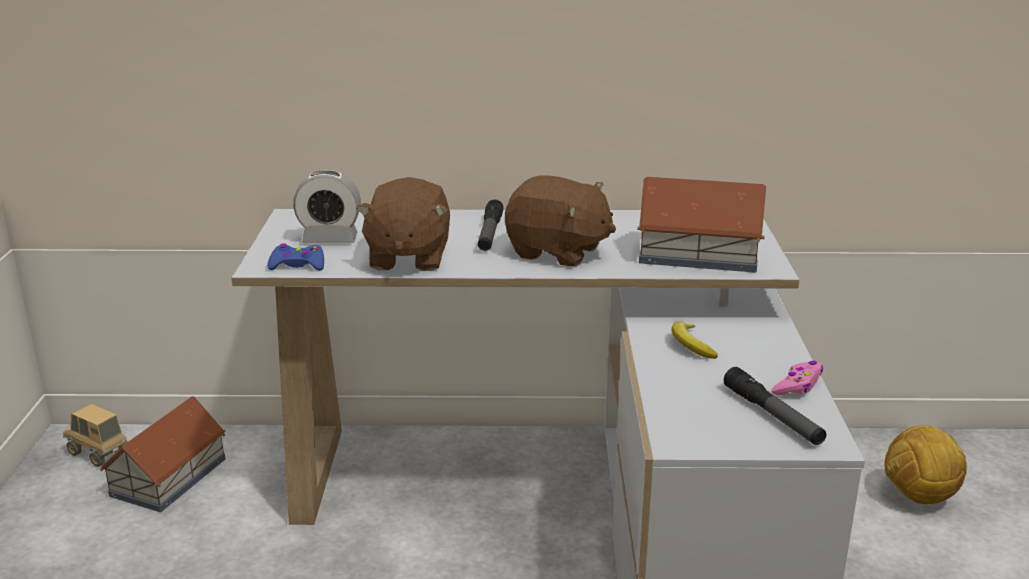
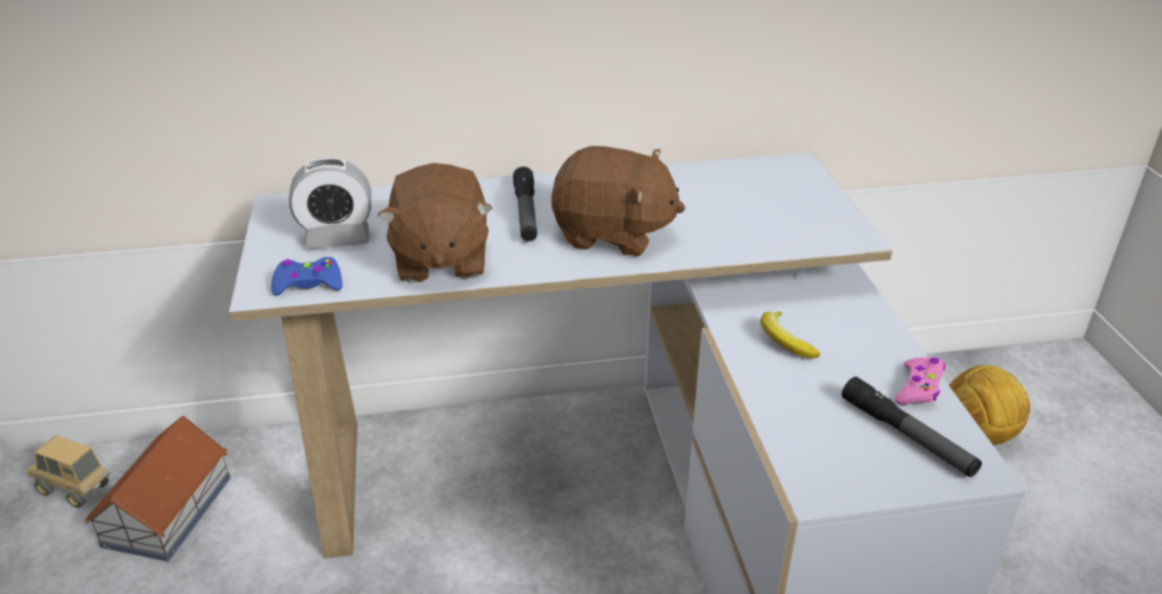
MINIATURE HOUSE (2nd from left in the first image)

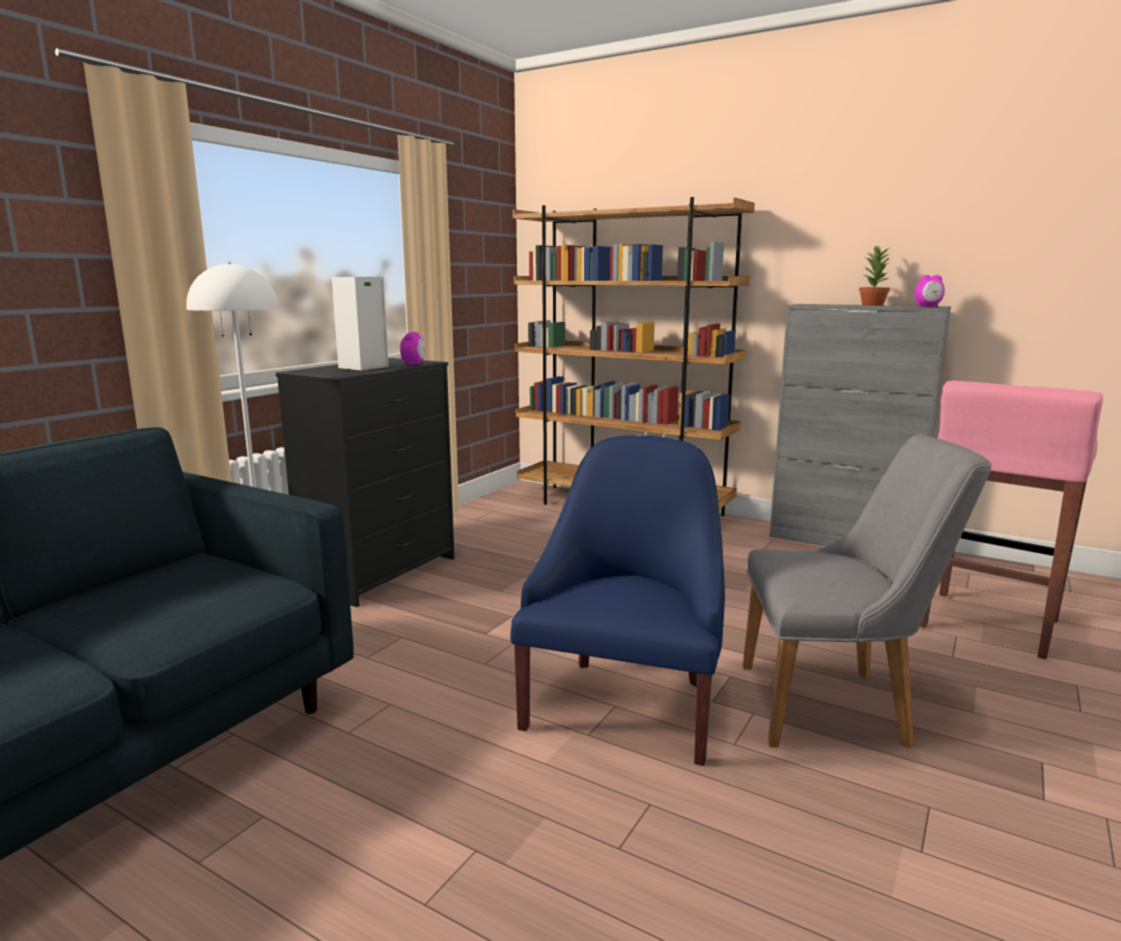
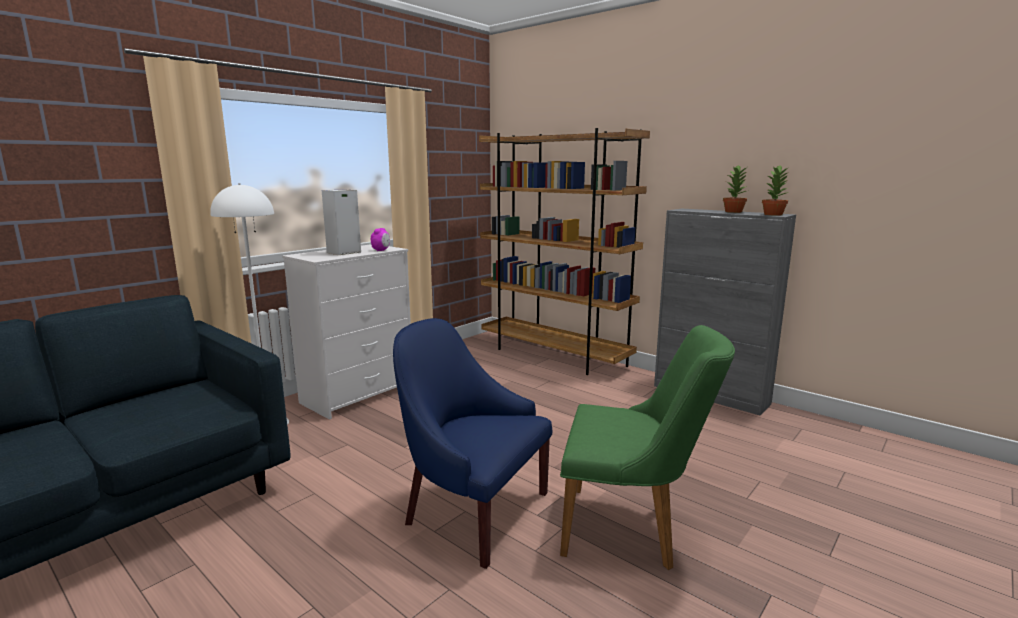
HOUSEPLANT (2nd from left); WHITE DRAWER CHEST; PINKISH STOOL SEAT; GREEN UPRIGHT CHAIR; BLUISH ARMCHAIR

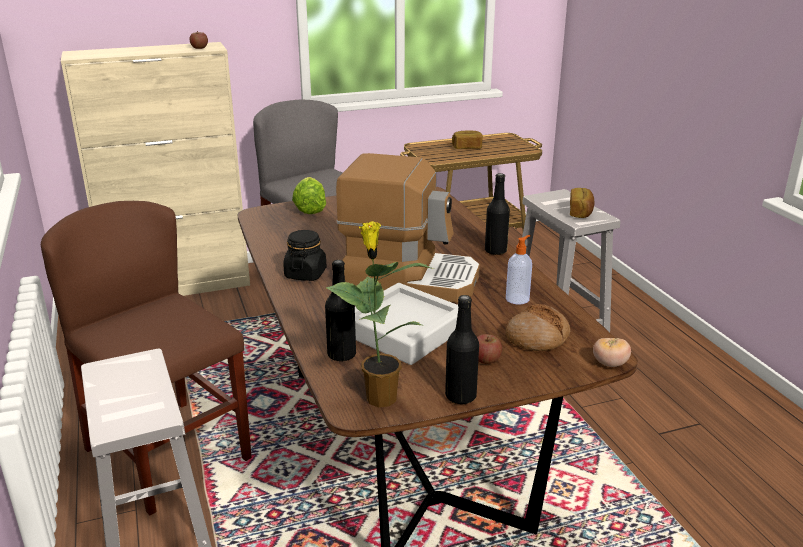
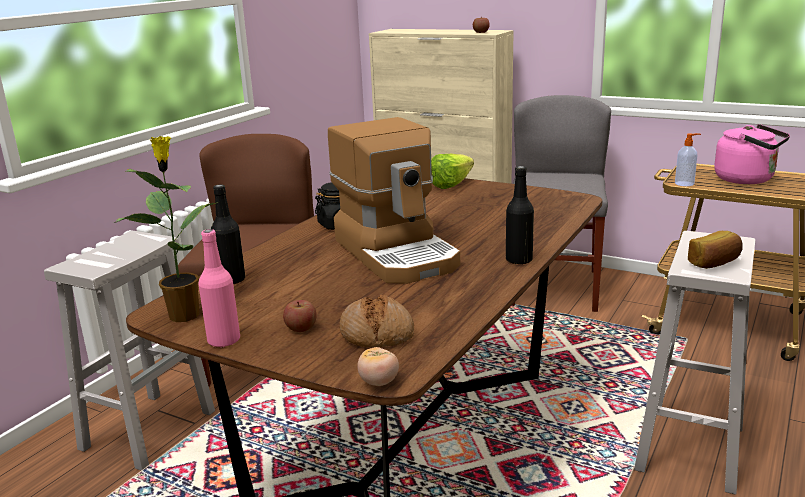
PINKISH TEA KETTLE; SOAP DISPENSER; GRAY SERVING TRAY; PINKISH DRINK BOTTLE

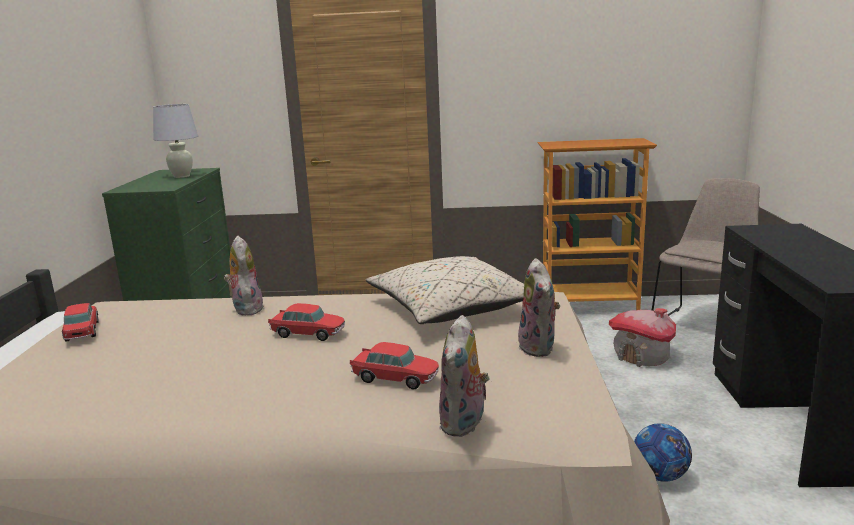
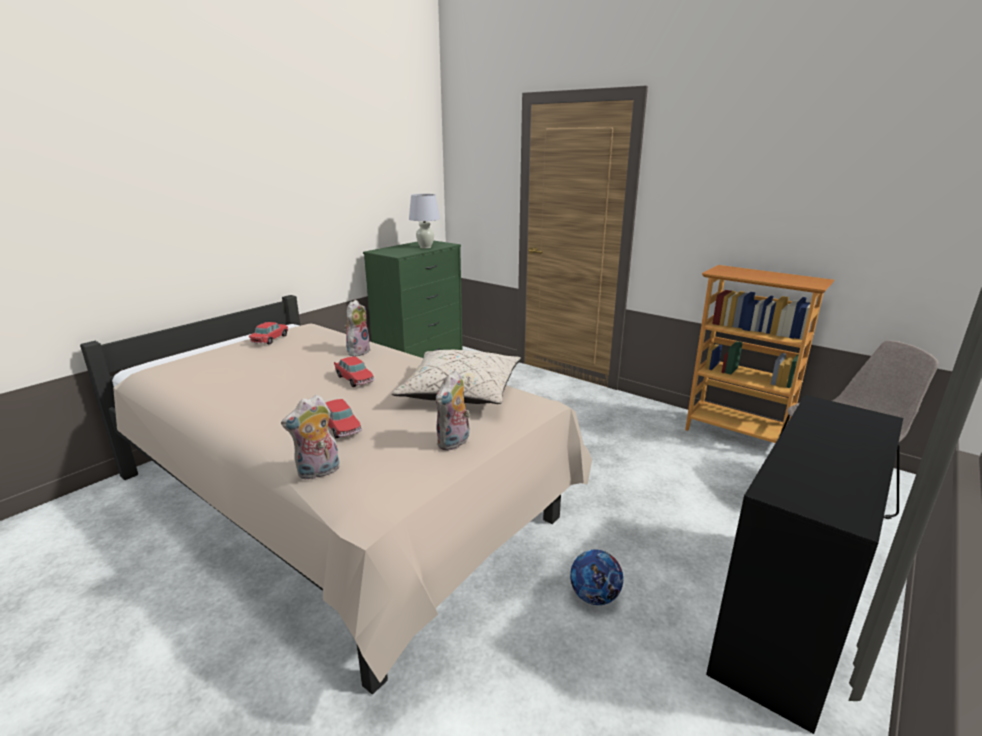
MINIATURE HOUSE

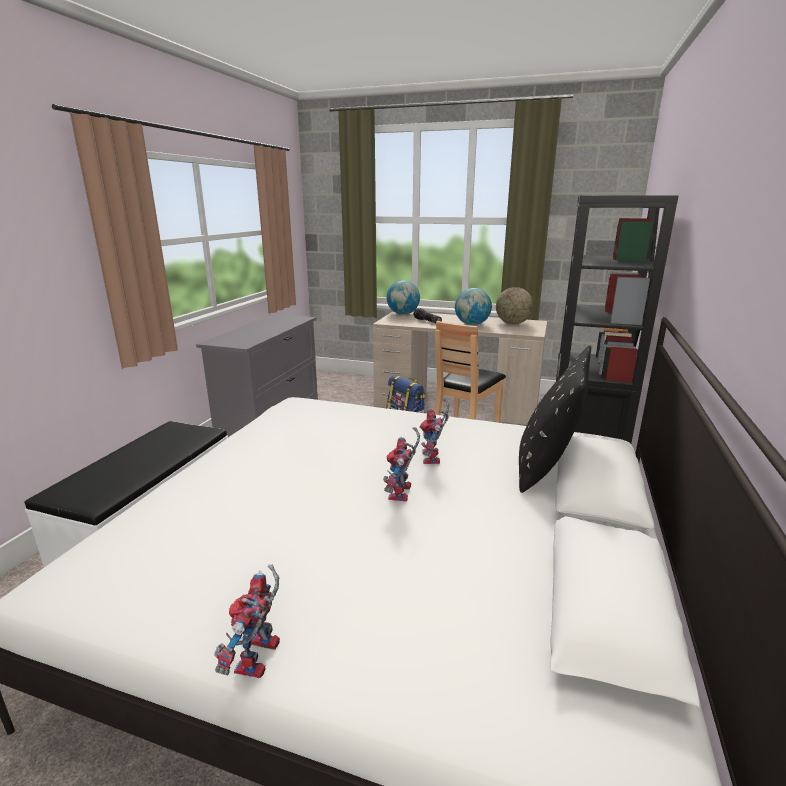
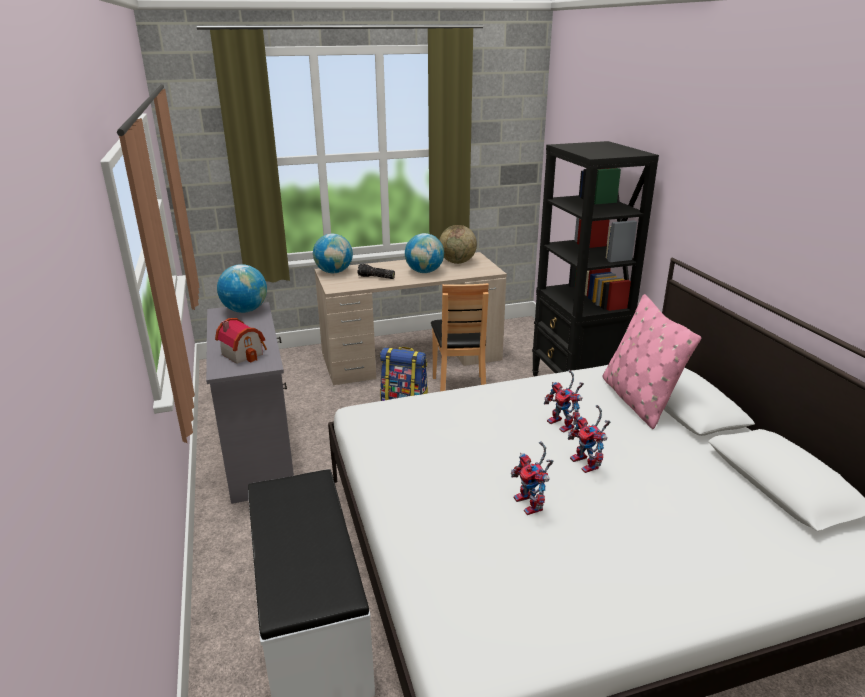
PINKISH CUSHION; TOY ROBOT (1st from left); DESK GLOBE (1st from left); MINIATURE HOUSE

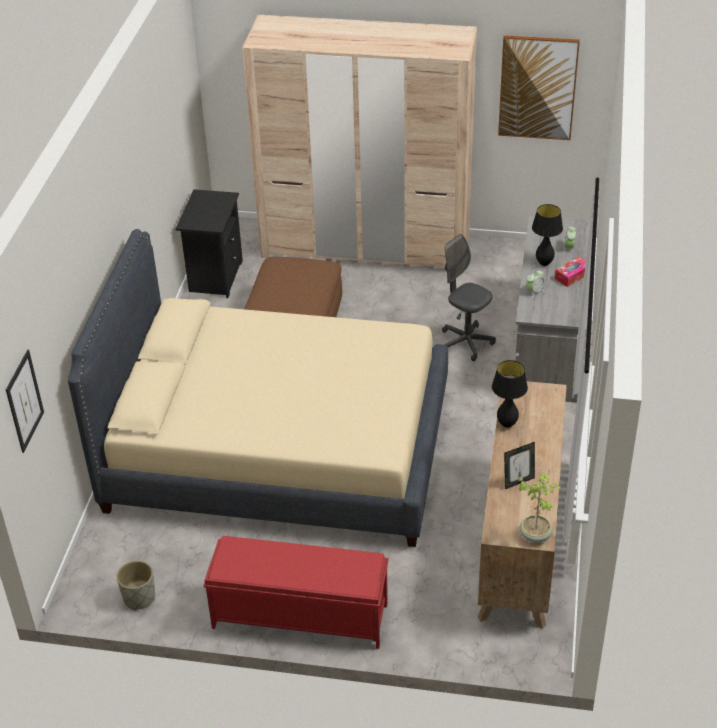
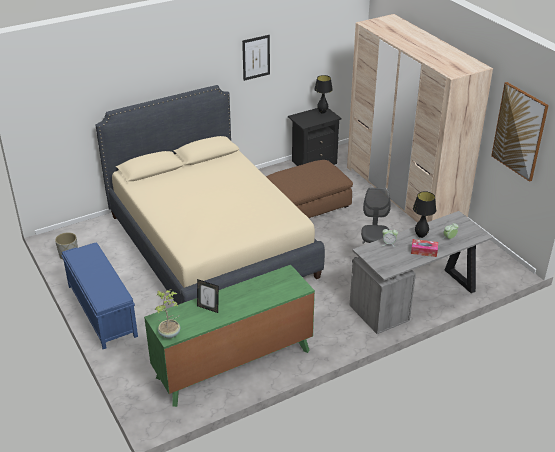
PICTURE (1st from left); BLACK TABLETOP LAMP (1st from left); GREEN DRAWER CHEST; BLUISH INDOOR BENCH

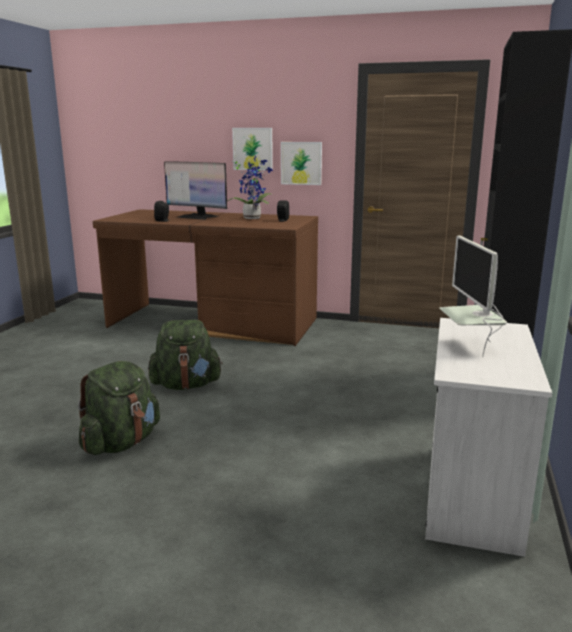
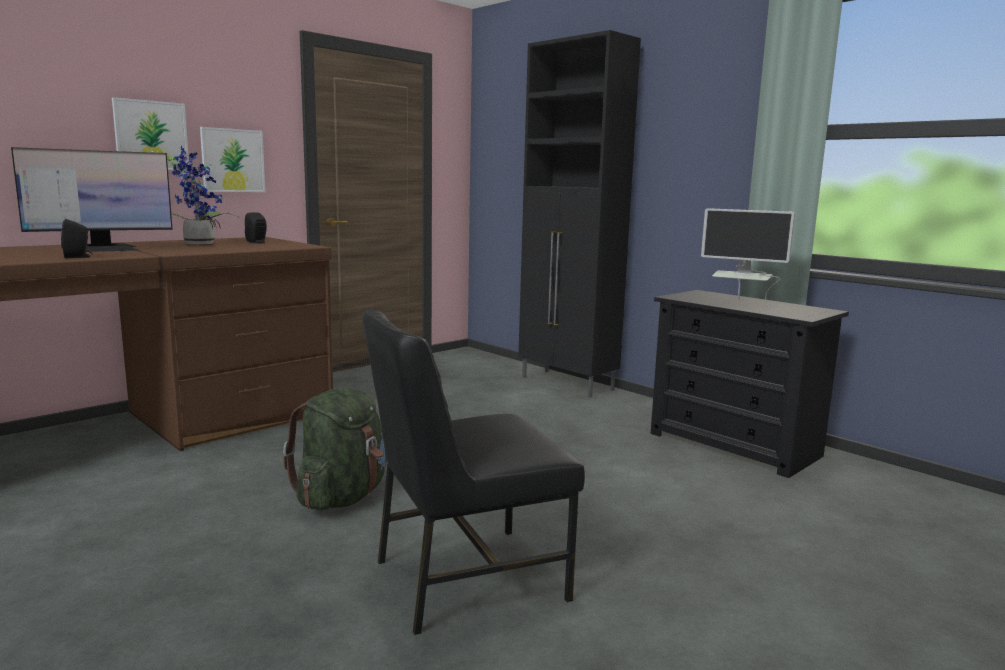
BLACK DRAWER CHEST; BLACK UPRIGHT CHAIR

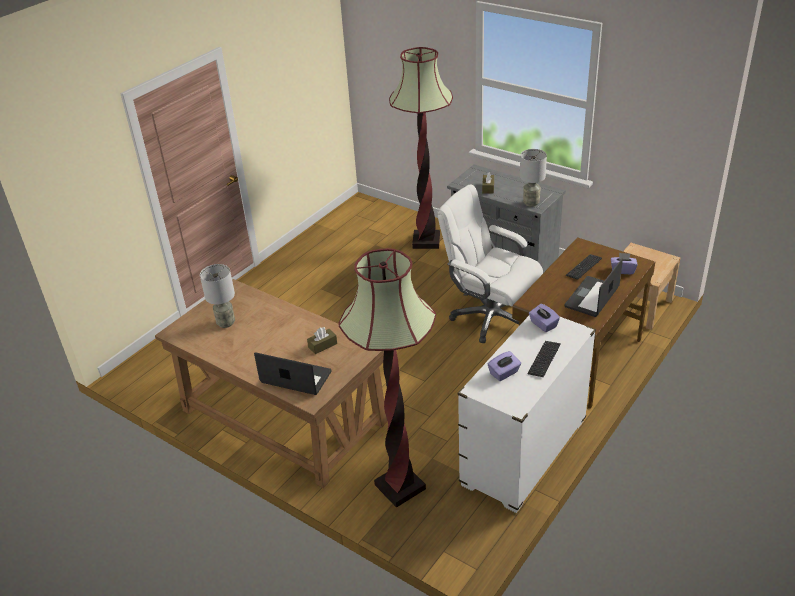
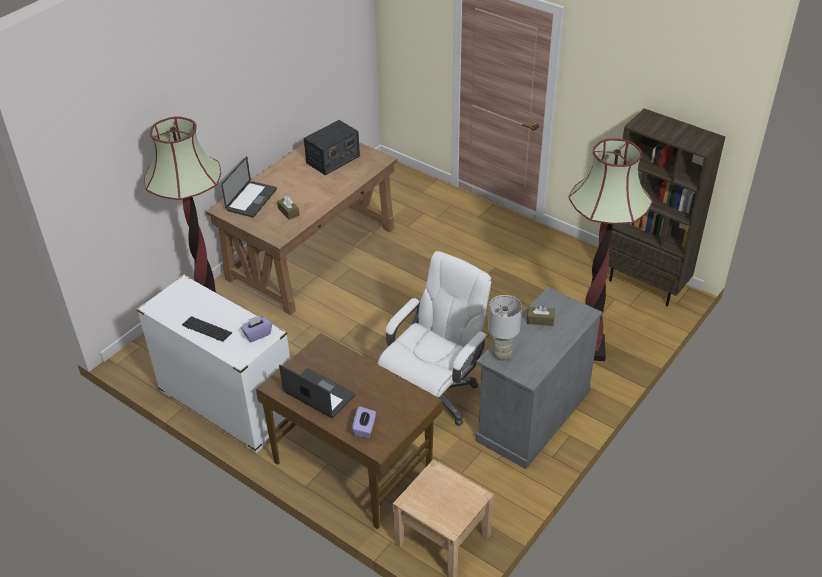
PC KEYBOARD (2nd from left in the first image); RADIO RECEIVER; PURPLE-COLOURED BOX OF TISSUES (1st from left in the first image); BROWNISH BOOKSHELF

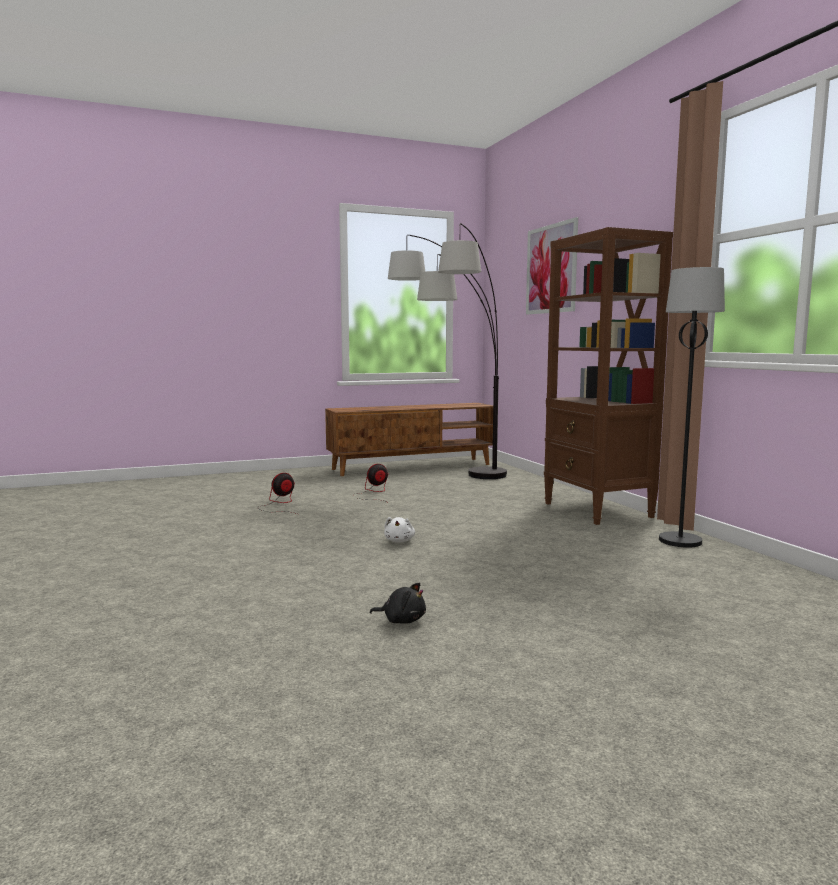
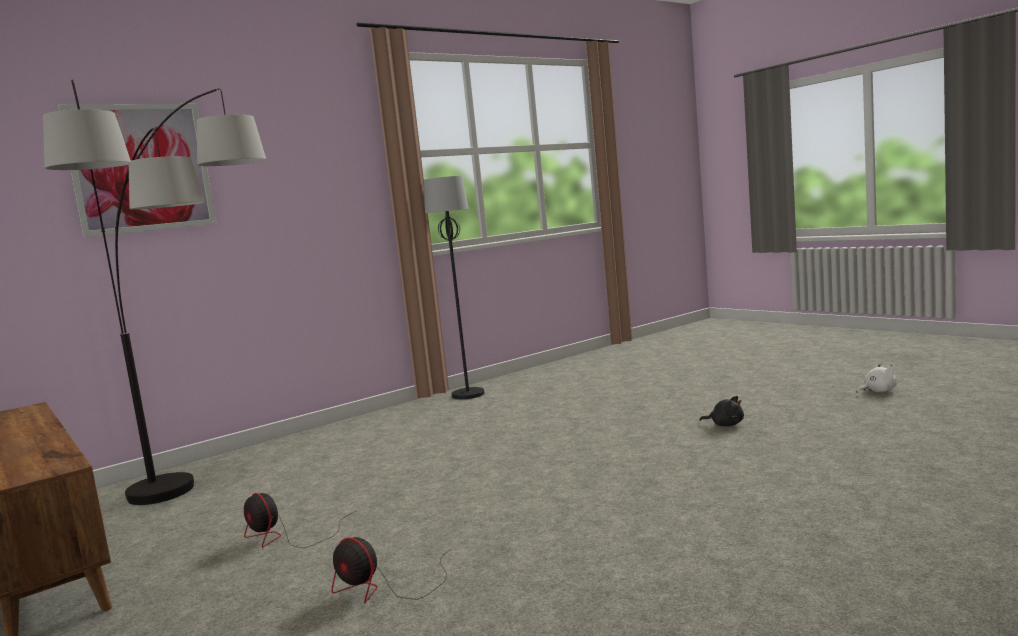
BROWNISH BOOKSHELF; WHITE PLUSH TOY; BLACK PLUSH TOY

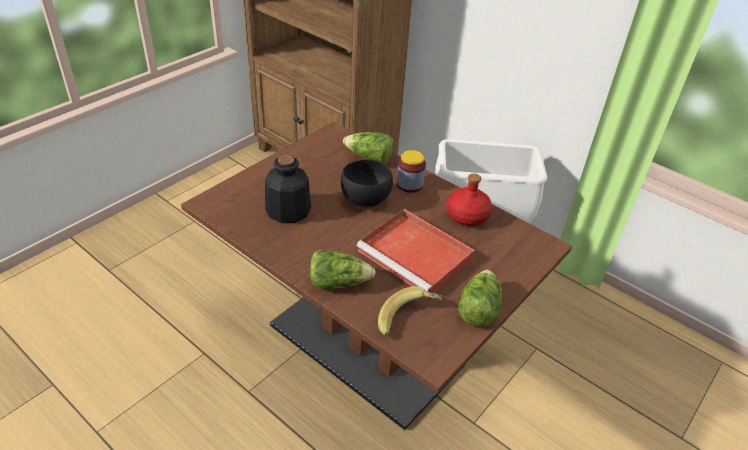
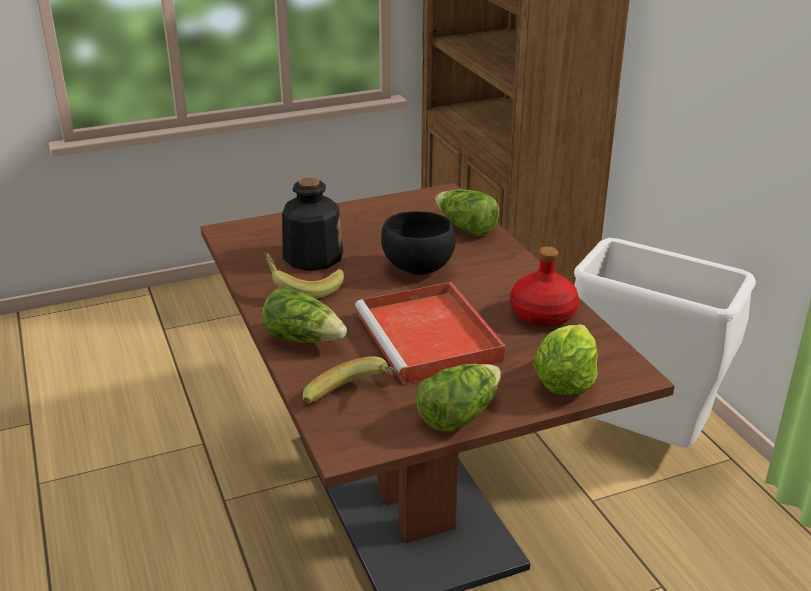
PRESERVE JAR; BANANA FRUIT (1st from left); HEAD OF LETTUCE (4th from left)

